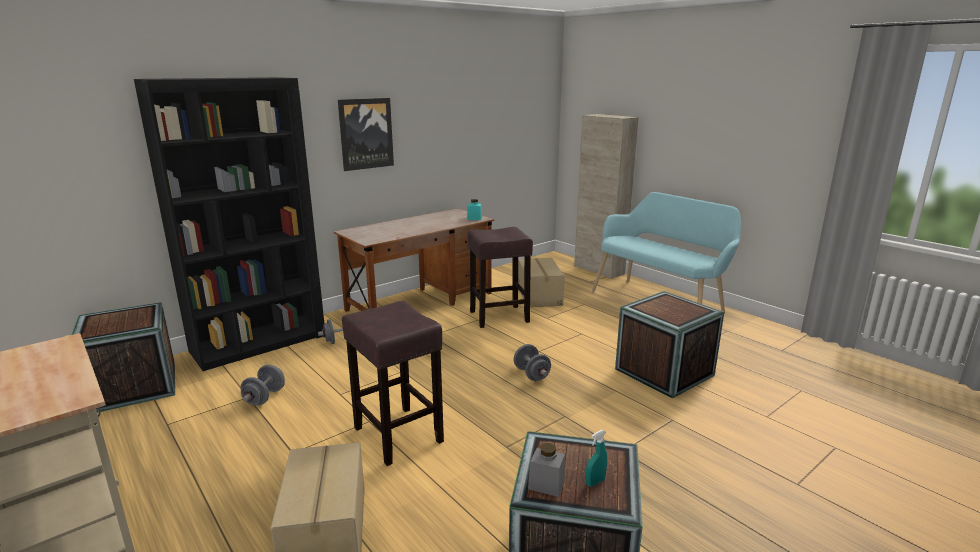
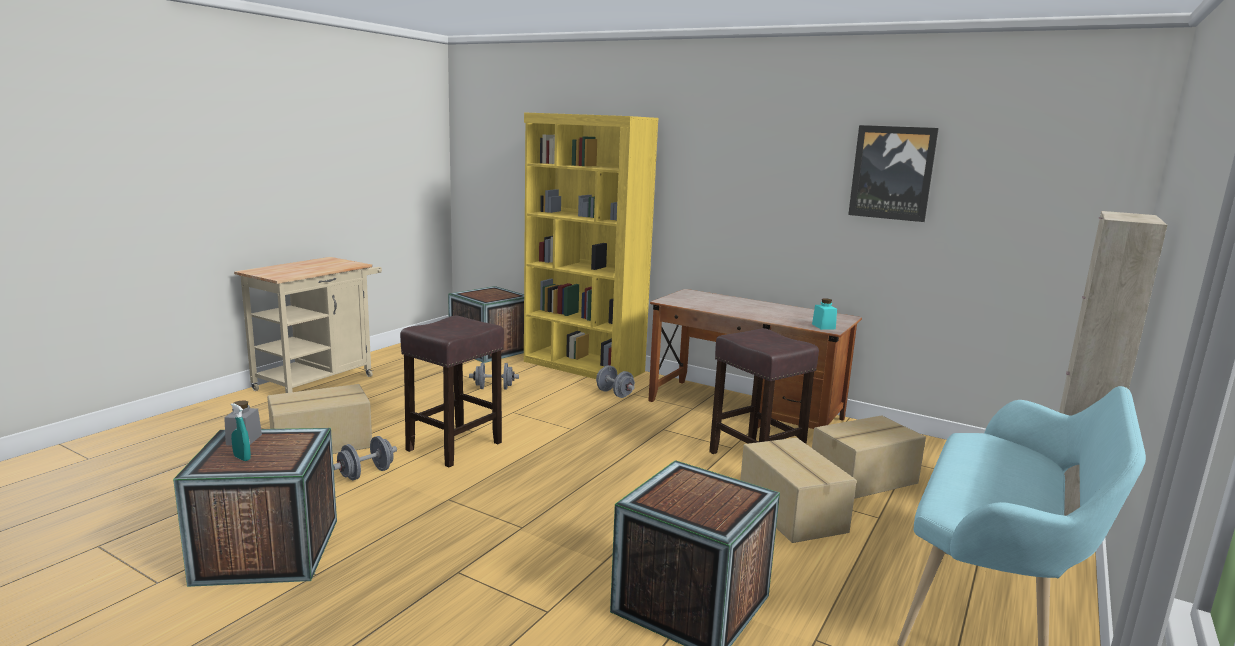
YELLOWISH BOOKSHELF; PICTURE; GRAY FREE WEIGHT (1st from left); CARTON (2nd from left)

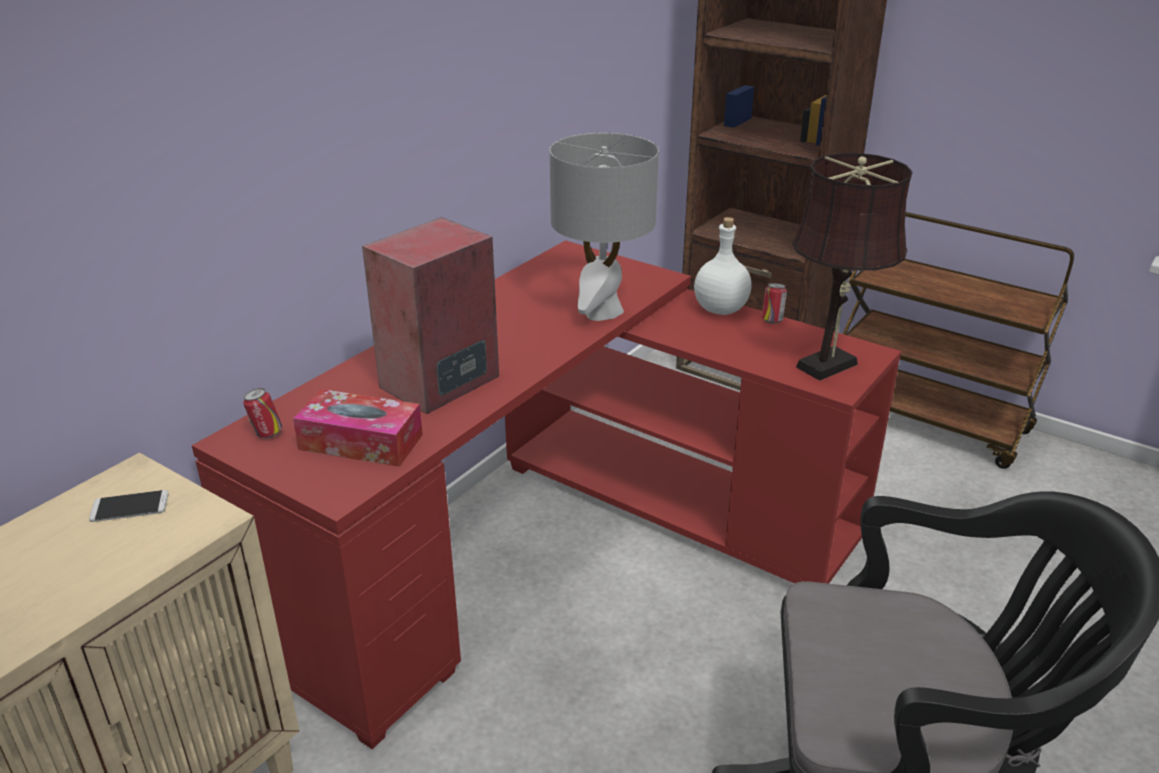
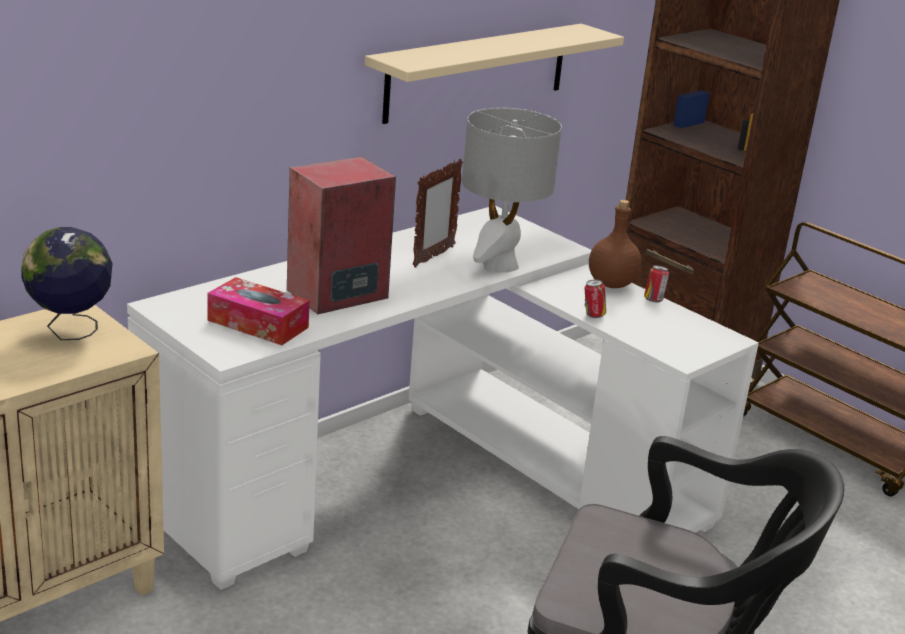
BROWNISH TABLETOP LAMP; BROWNISH DRINK BOTTLE; WHITE DESK TABLE; CAN (1st from left); DESK GLOBE; BEIGE-COLOURED WALL SHELF; PICTURE FRAME

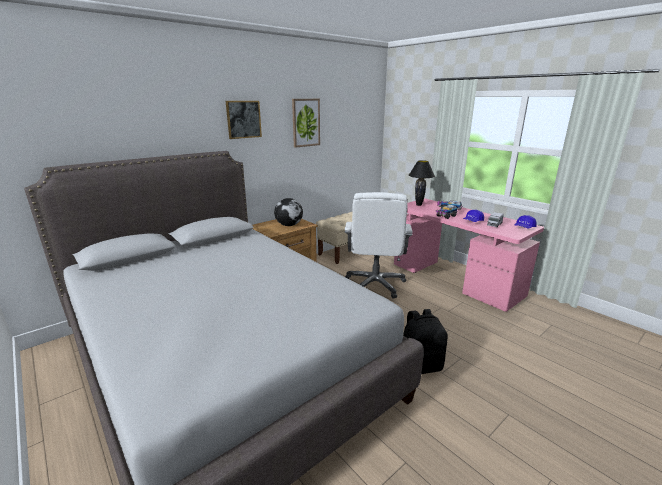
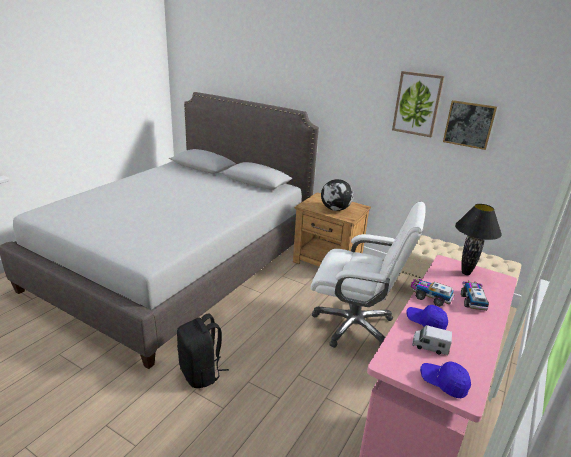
PICTURE (2nd from left); WHITE DESK CHAIR

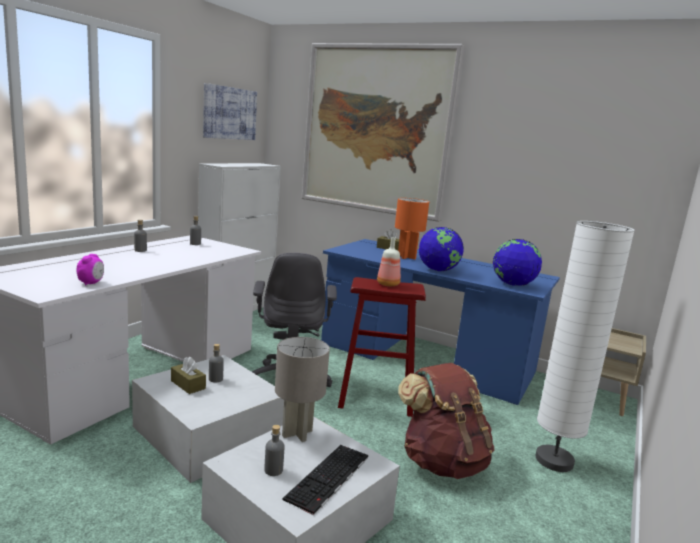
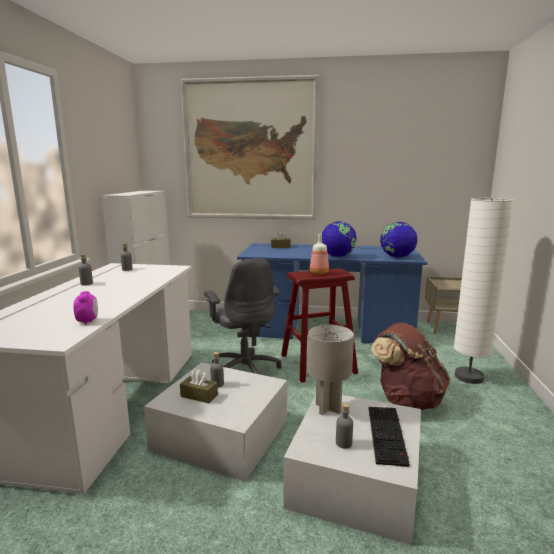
PICTURE (1st from left in the first image); ORANGE-COLOURED TABLETOP LAMP

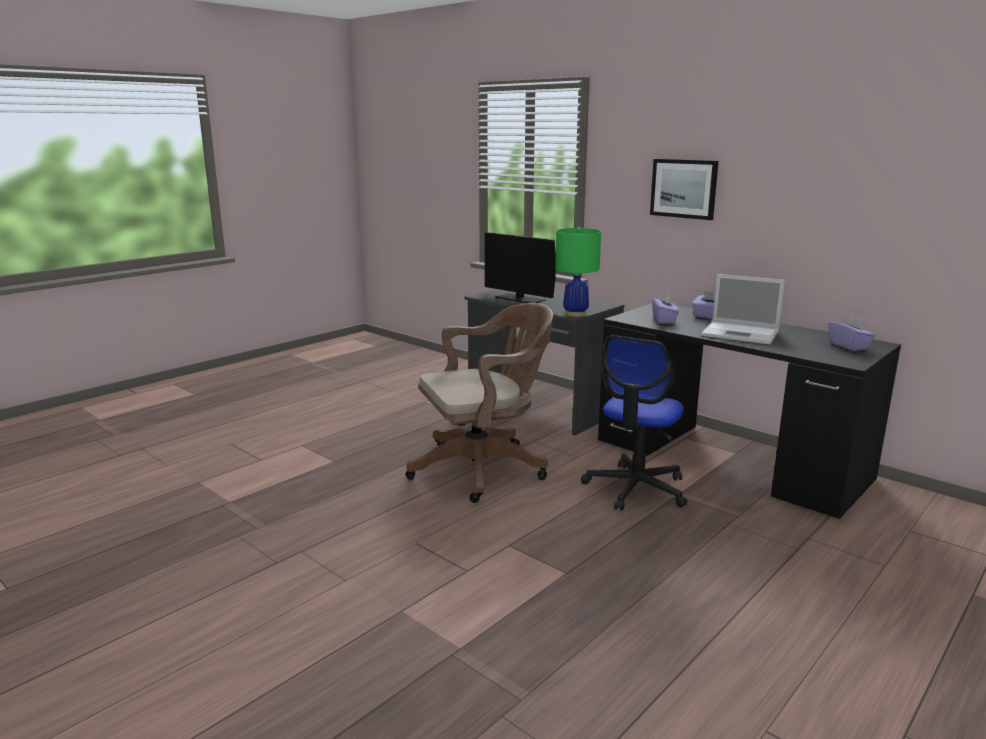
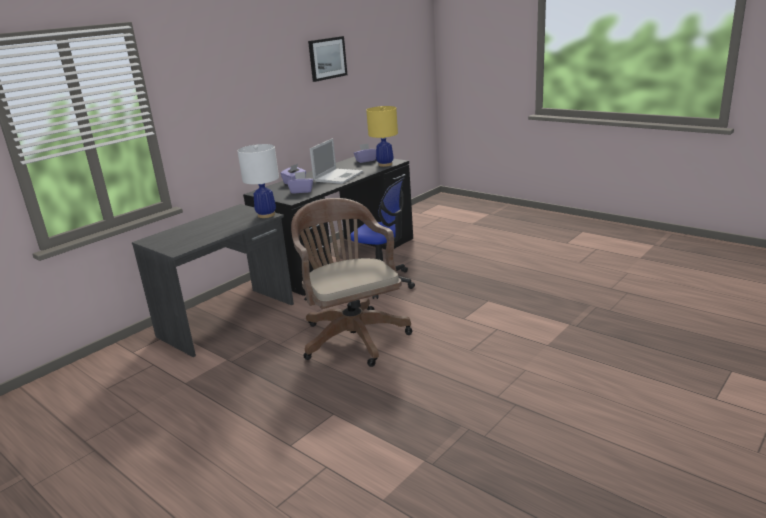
PICTURE; WHITE TABLETOP LAMP; MONITOR; YELLOWISH TABLETOP LAMP

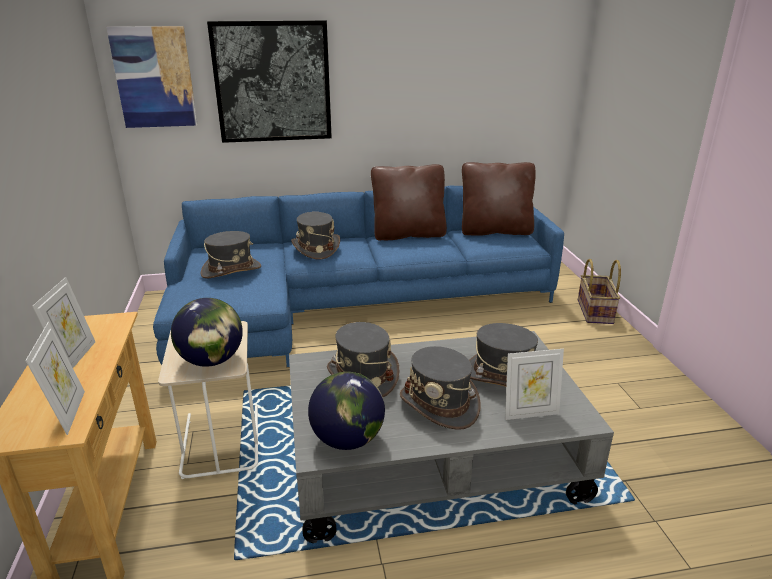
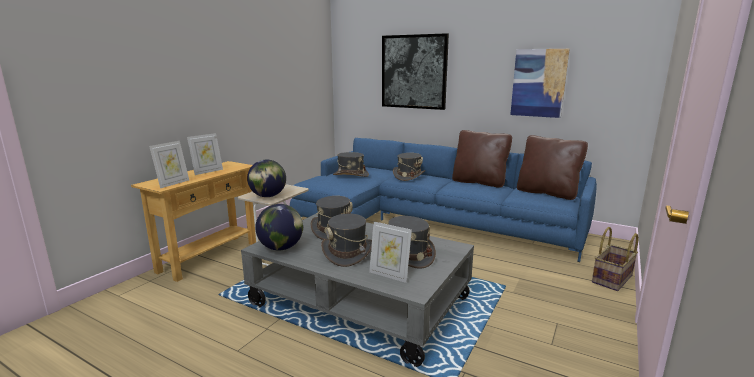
PICTURE (2nd from left)

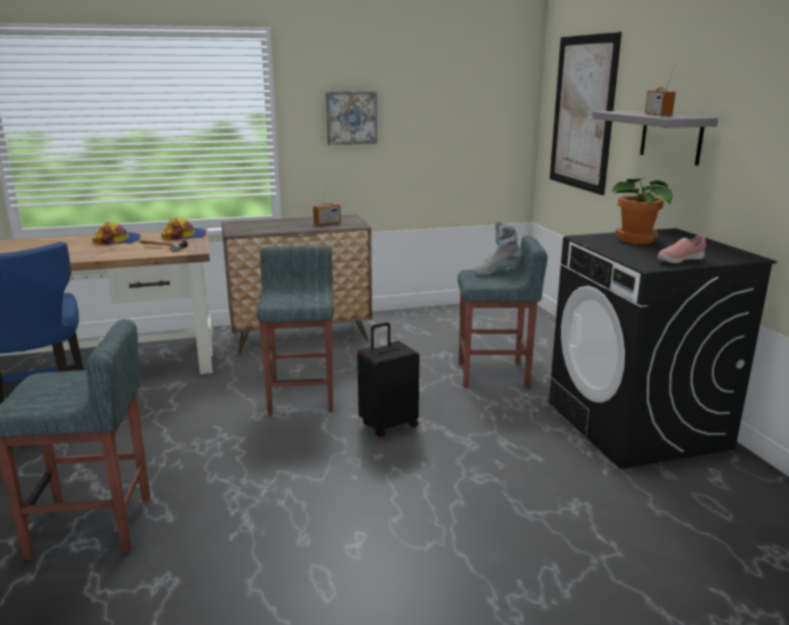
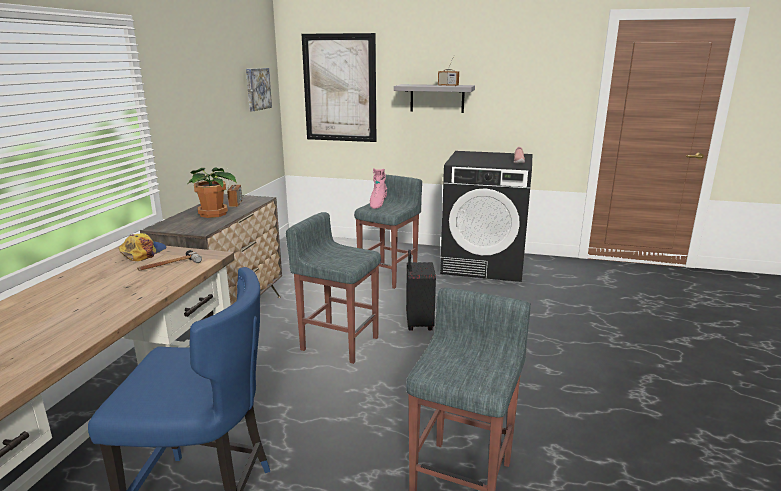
PICTURE (1st from left); HOUSEPLANT; BASEBALL CAP (1st from left in the first image); PINKISH BOOT

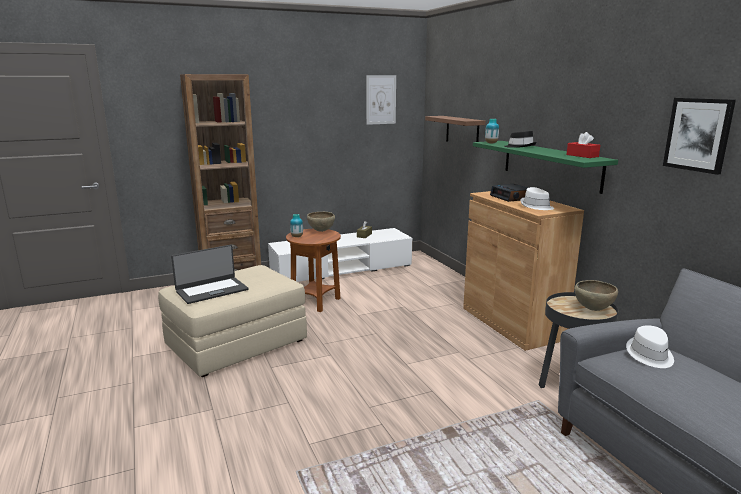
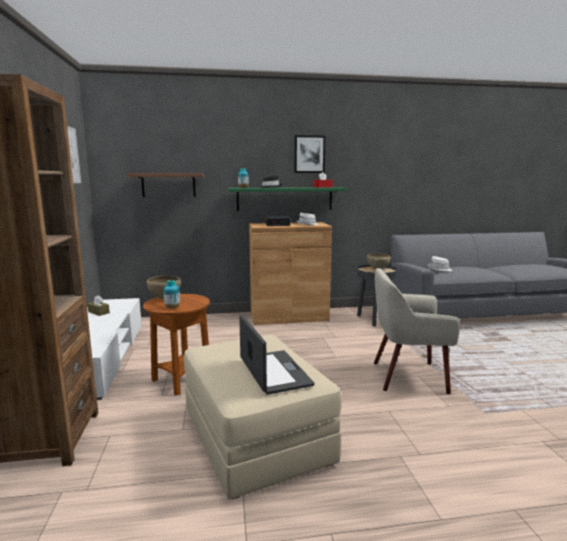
PICTURE (2nd from left); BEIGE-COLOURED ARMCHAIR

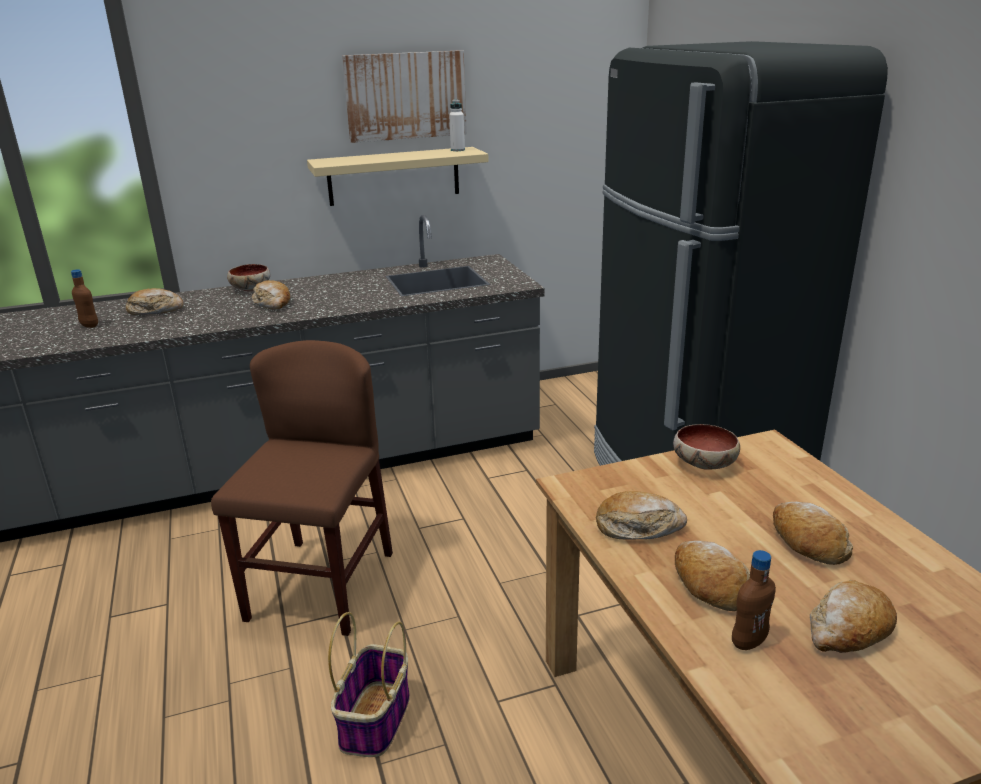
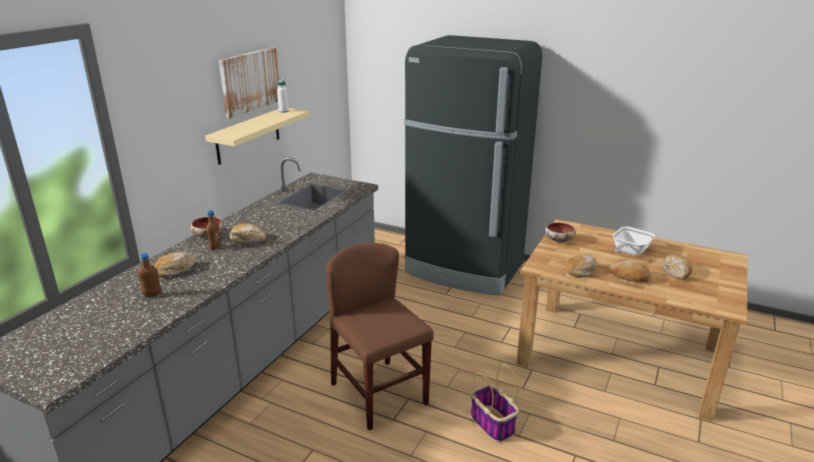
FRYING PAN; BROWNISH DRINK BOTTLE (2nd from left)

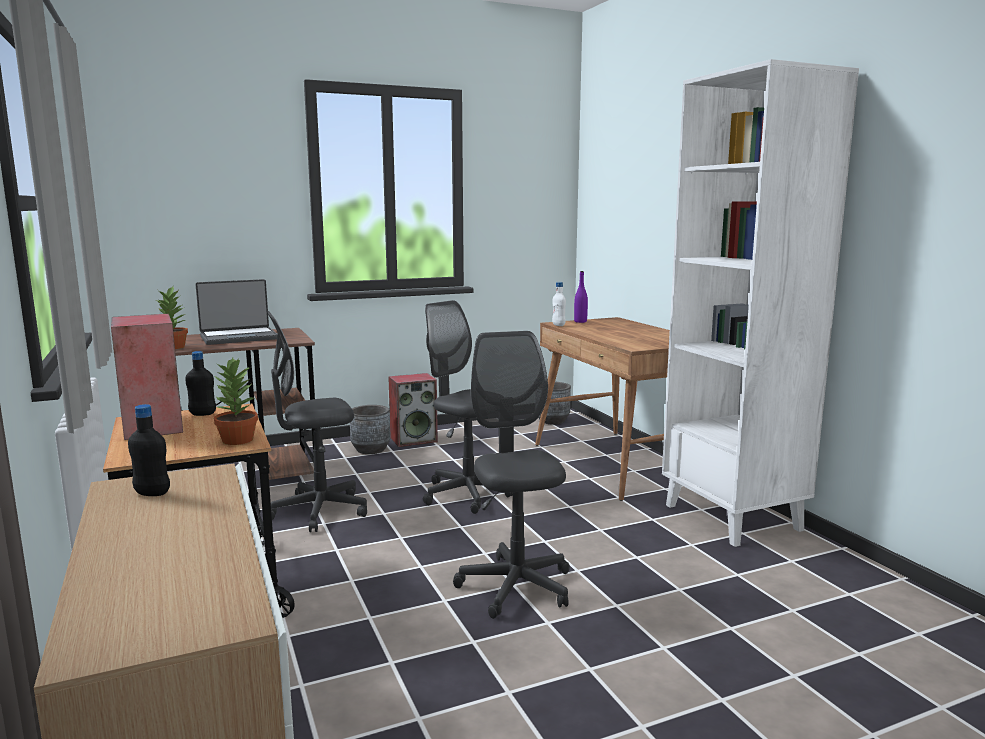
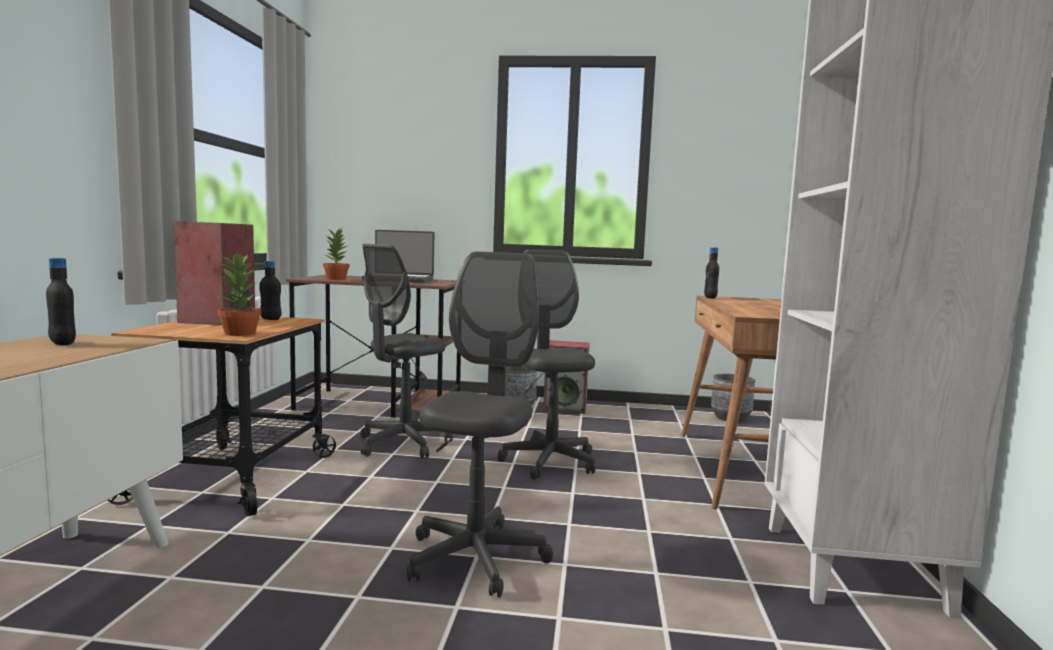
PURPLE-COLOURED DRINK BOTTLE; BLACK DRINK BOTTLE (3rd from left); GRAY DESK CHAIR (1st from left)

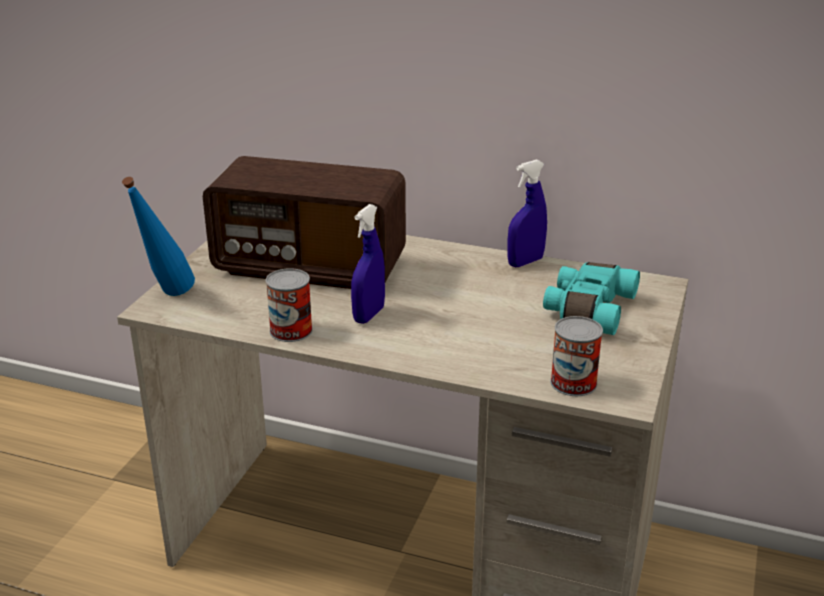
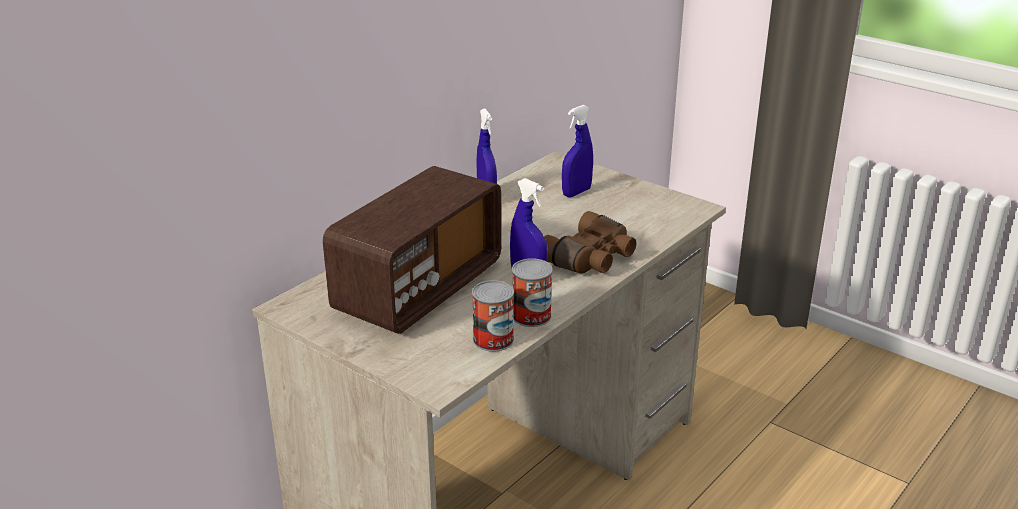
BLUISH DRINK BOTTLE; BLUISH SPRAY BOTTLE (3rd from left); CAN (1st from left); BROWNISH FIELD GLASSES

